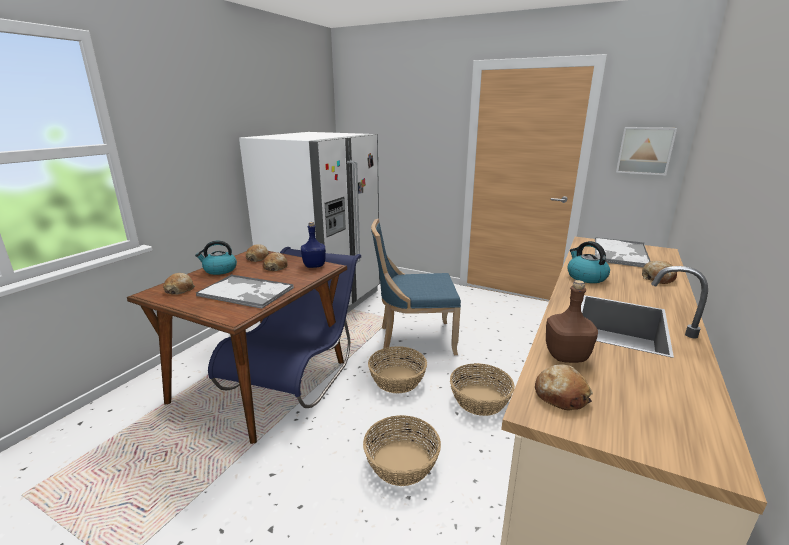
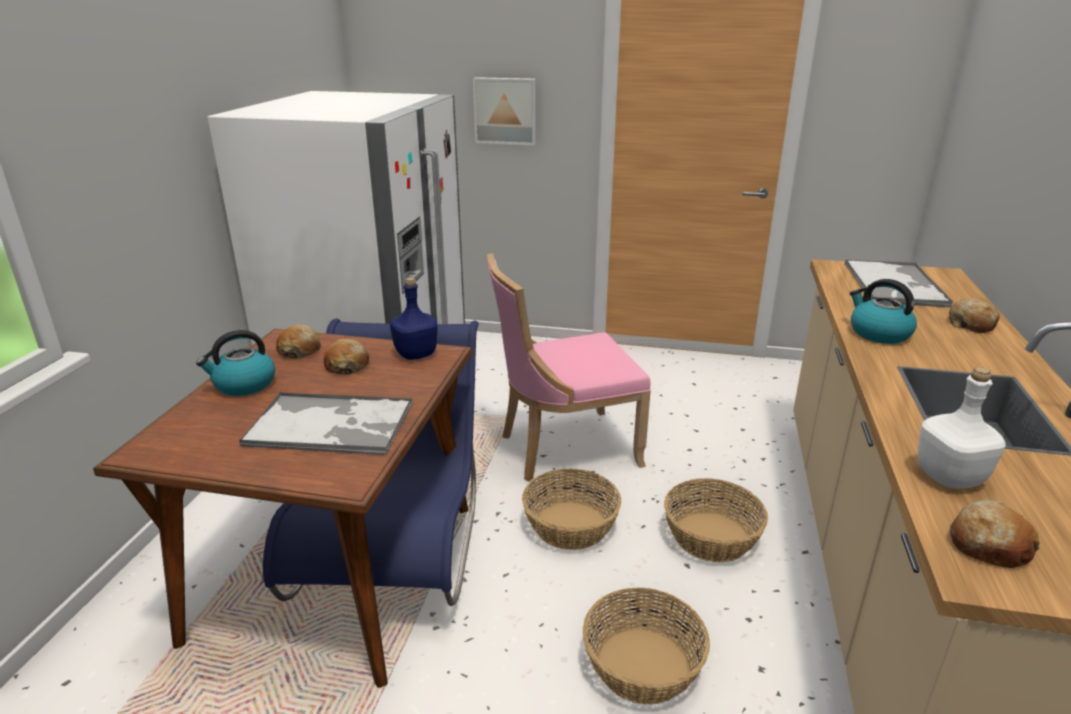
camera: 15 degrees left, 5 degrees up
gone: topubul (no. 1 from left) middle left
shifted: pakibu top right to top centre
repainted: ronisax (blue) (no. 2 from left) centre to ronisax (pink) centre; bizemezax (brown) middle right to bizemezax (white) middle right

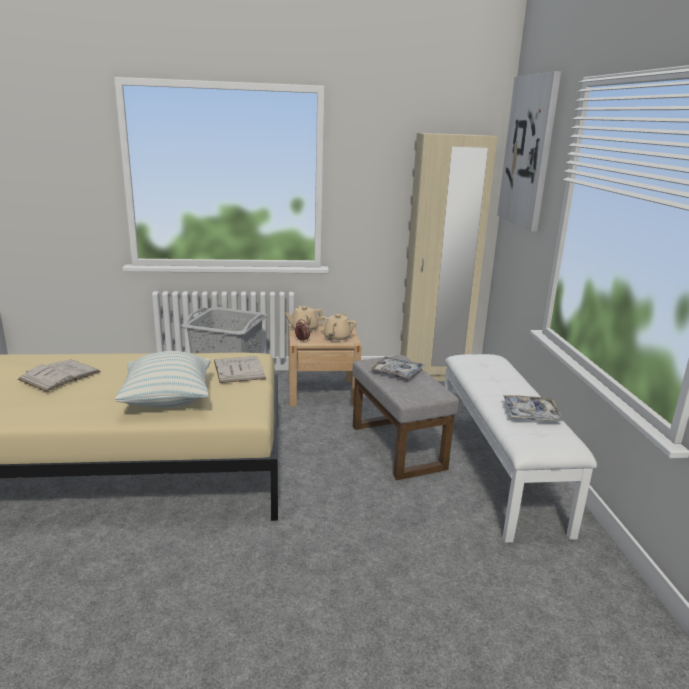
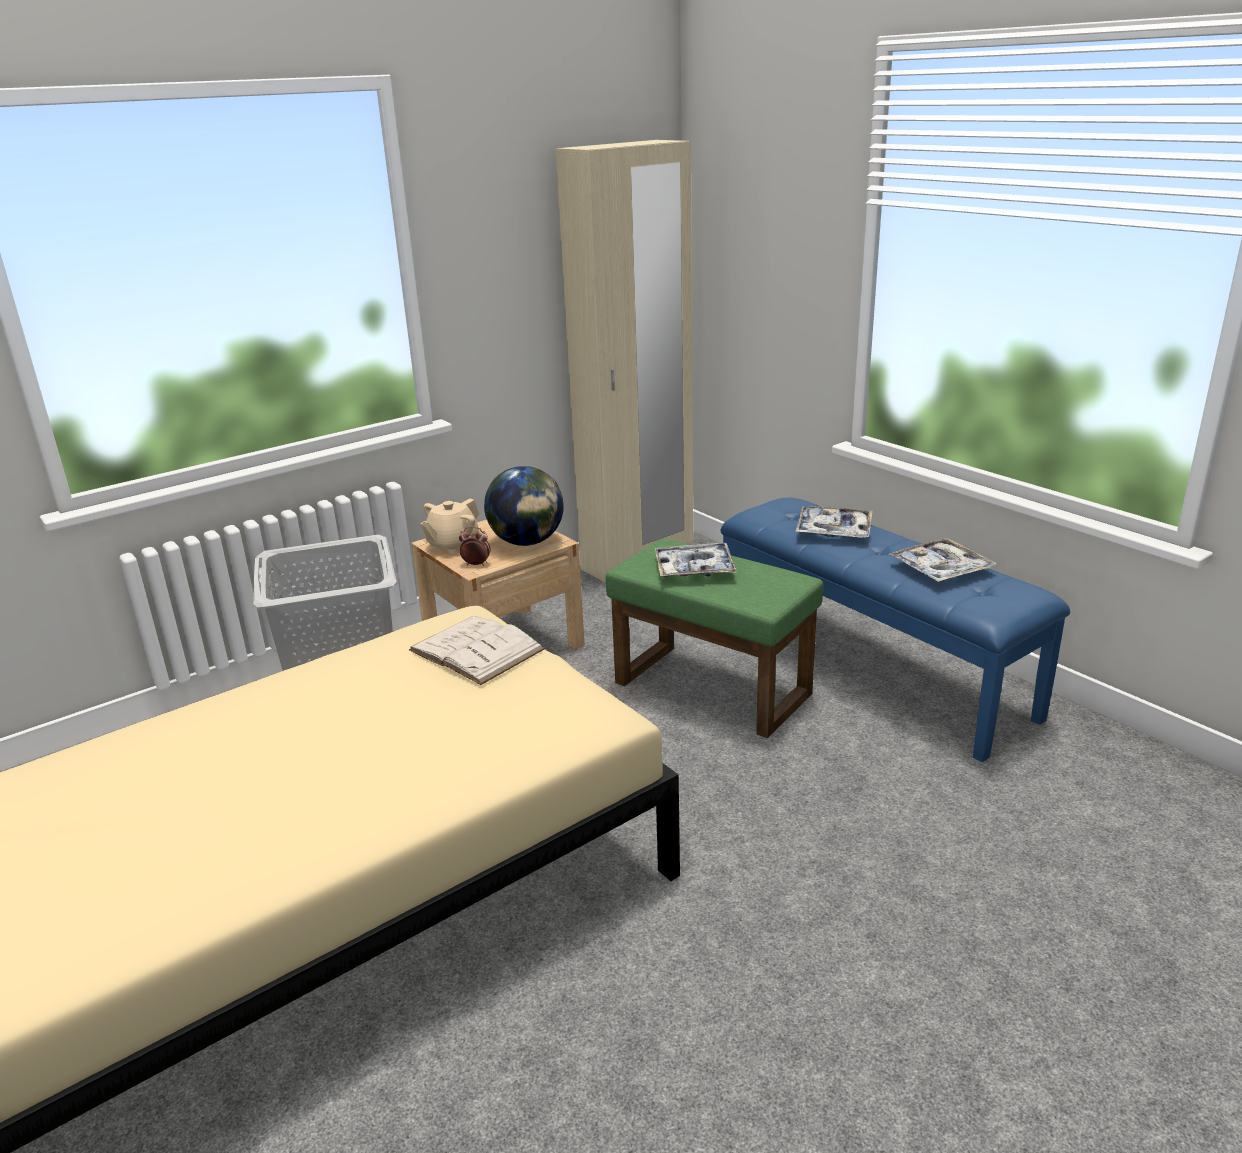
camera: 30 degrees left, 5 degrees up
gone: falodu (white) (no. 1 from left) middle left; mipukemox middle left; pakibu top right
new: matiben (no. 2 from left) middle right
swapped: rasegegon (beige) (no. 2 from left) centre to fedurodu centre
repainted: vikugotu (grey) centre to vikugotu (green) centre; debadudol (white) middle right to debadudol (blue) middle right

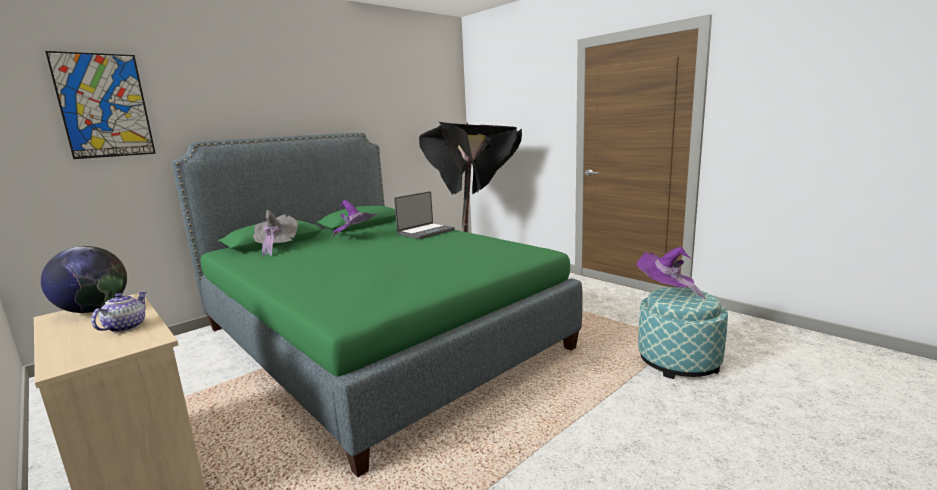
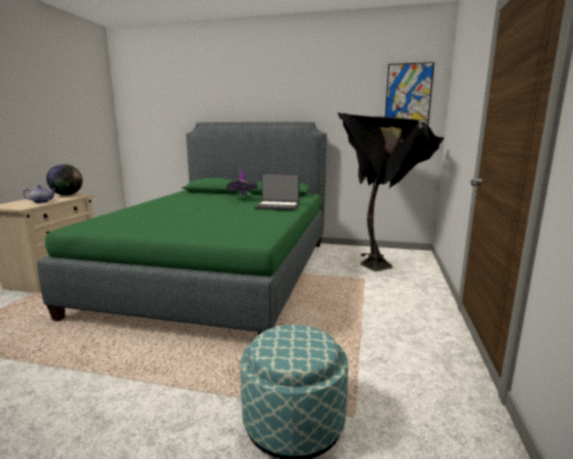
camera: 55 degrees right, 0 degrees up
gone: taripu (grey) middle left; taripu (purple) (no. 2 from left) middle right
shifted: pakibu top left to top right

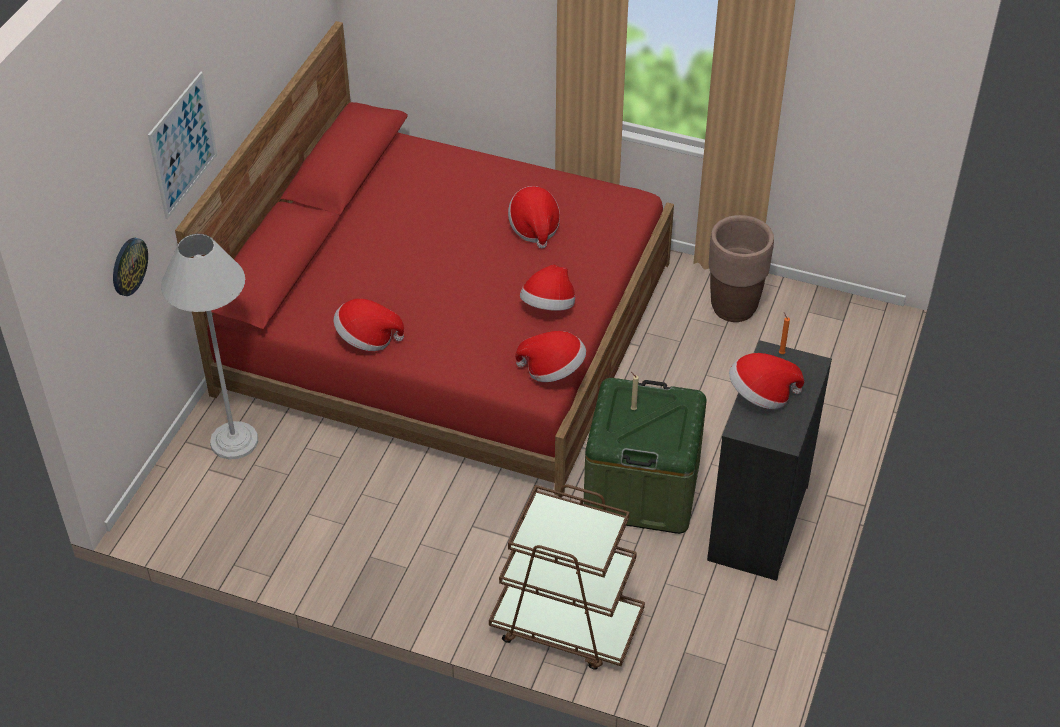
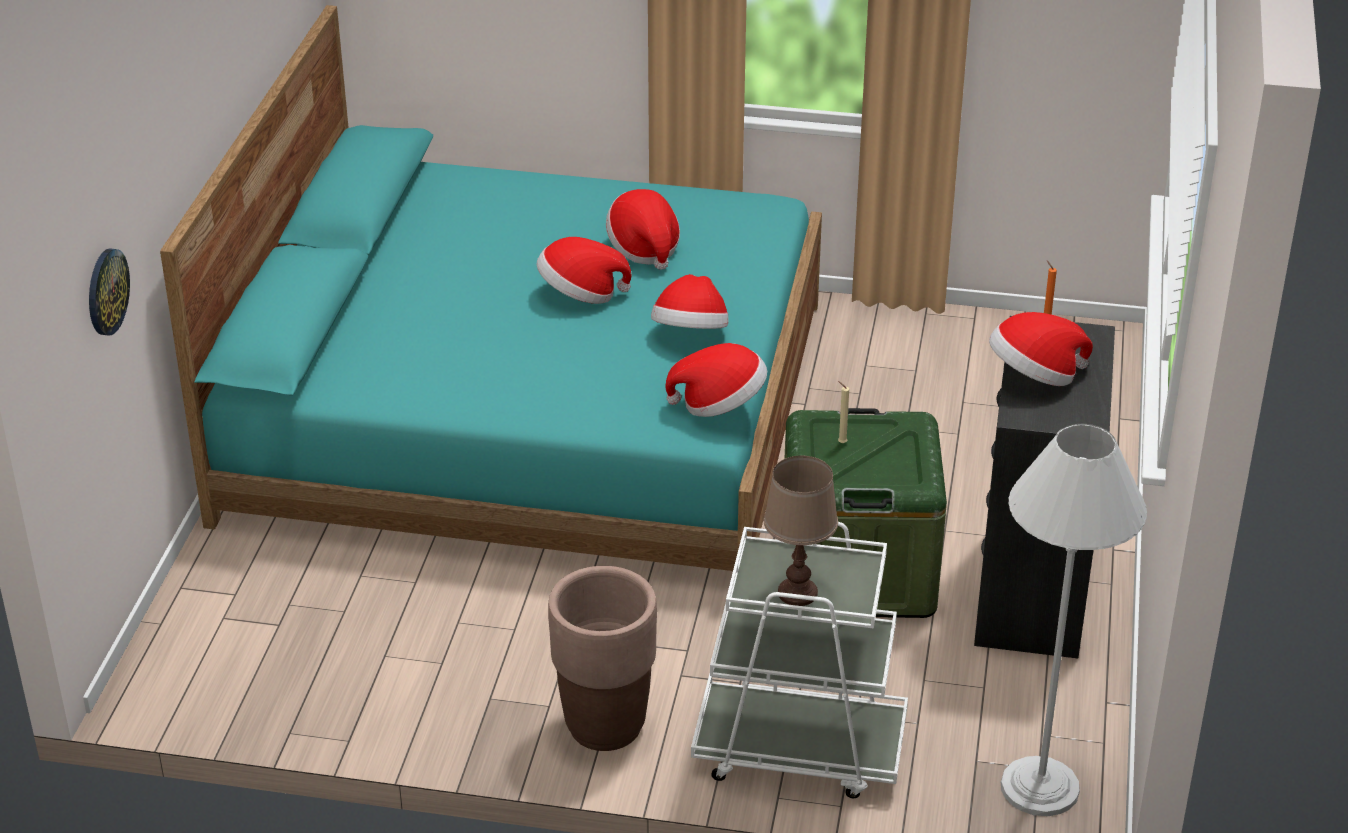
camera: 10 degrees left, 10 degrees down
gone: pakibu top left
new: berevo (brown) centre
shifted: taripu (no. 1 from left) centre to top centre; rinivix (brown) middle right to bottom centre; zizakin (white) middle left to bottom right
repainted: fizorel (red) centre to fizorel (turquoise) centre; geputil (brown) bottom centre to geputil (white) bottom centre

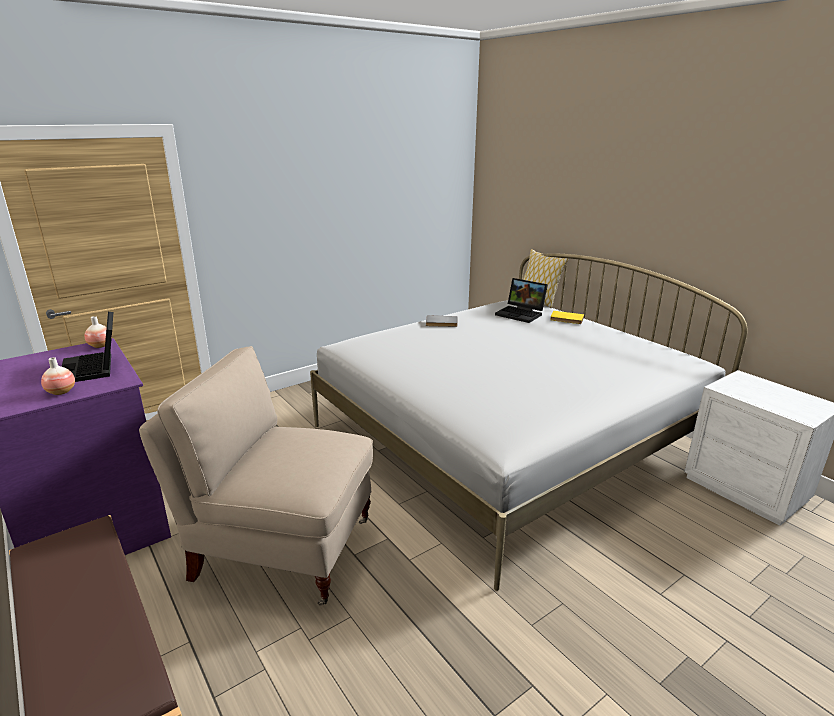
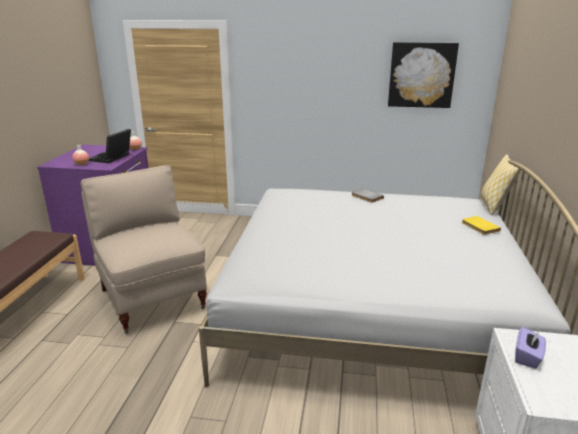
camera: 45 degrees right, 0 degrees up
gone: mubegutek (no. 2 from left) centre
new: pakibu top right; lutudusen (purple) bottom right

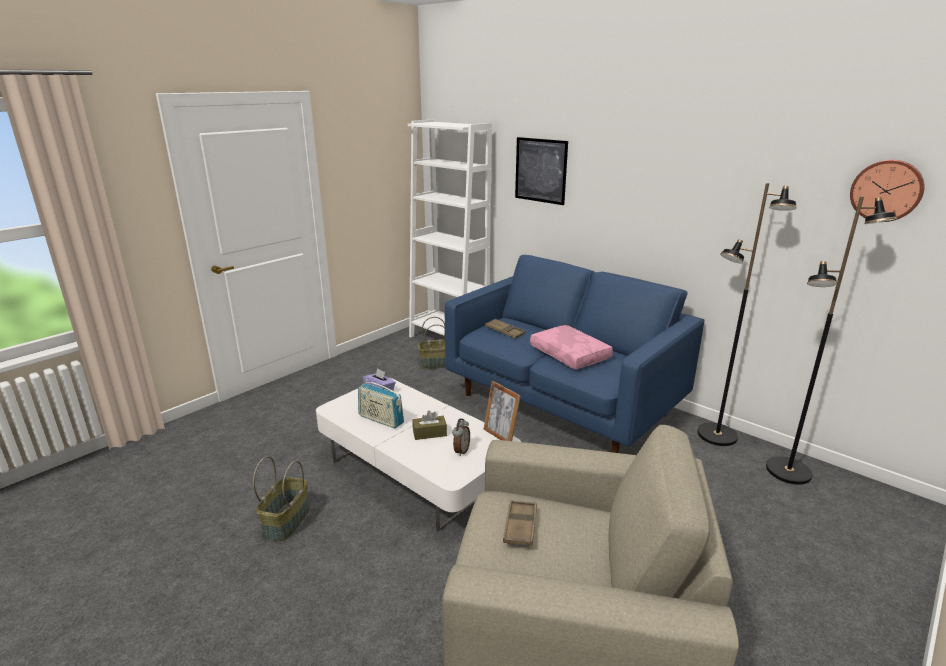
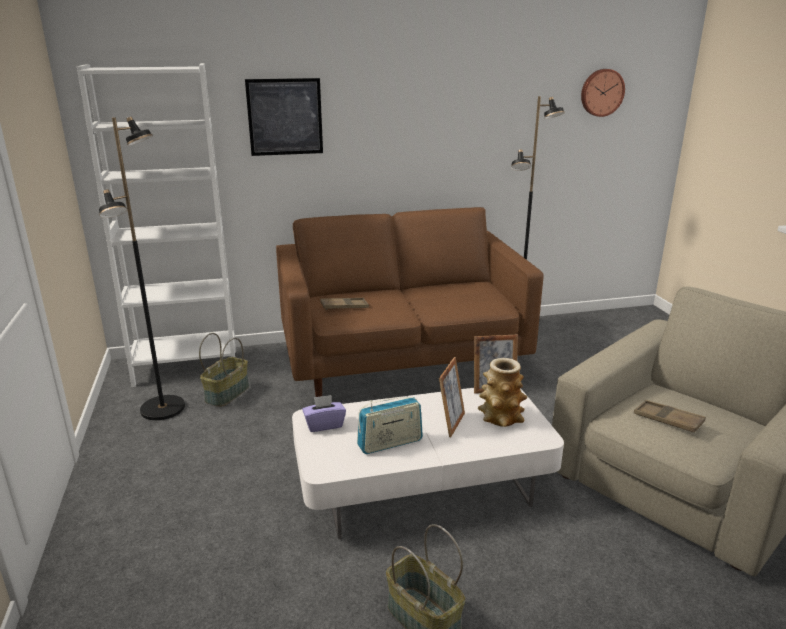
camera: 55 degrees left, 0 degrees up
gone: mipukemox (pink) centre
shifted: zizakin (black) (no. 2 from left in the first image) middle right to zizakin (black) (no. 1 from left) middle left
swapped: lutudusen (brown) centre to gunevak (no. 1 from left) centre; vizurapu centre to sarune centre
repainted: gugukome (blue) centre to gugukome (brown) centre

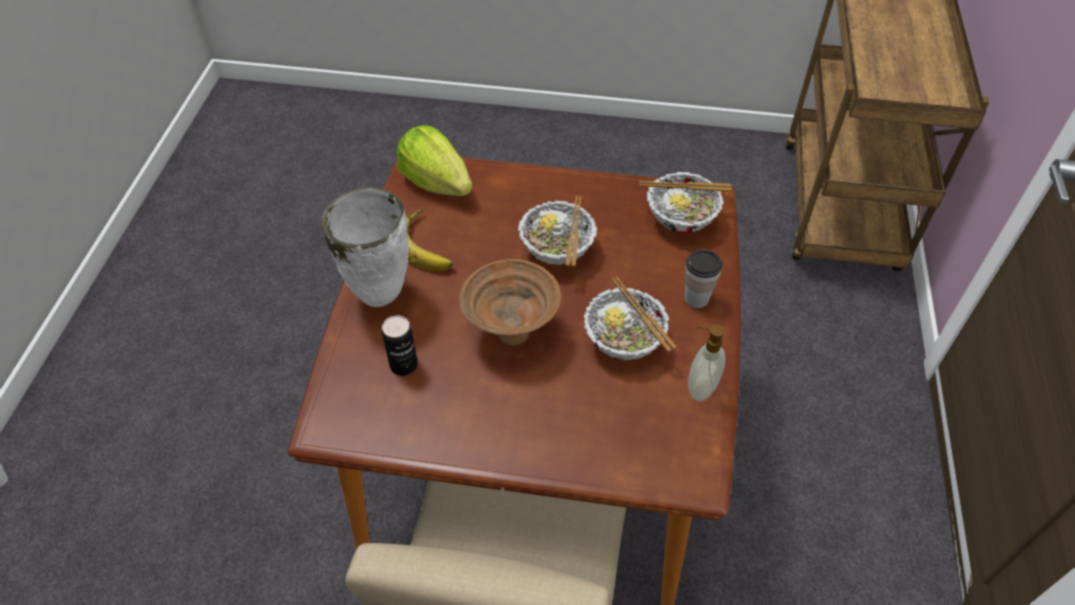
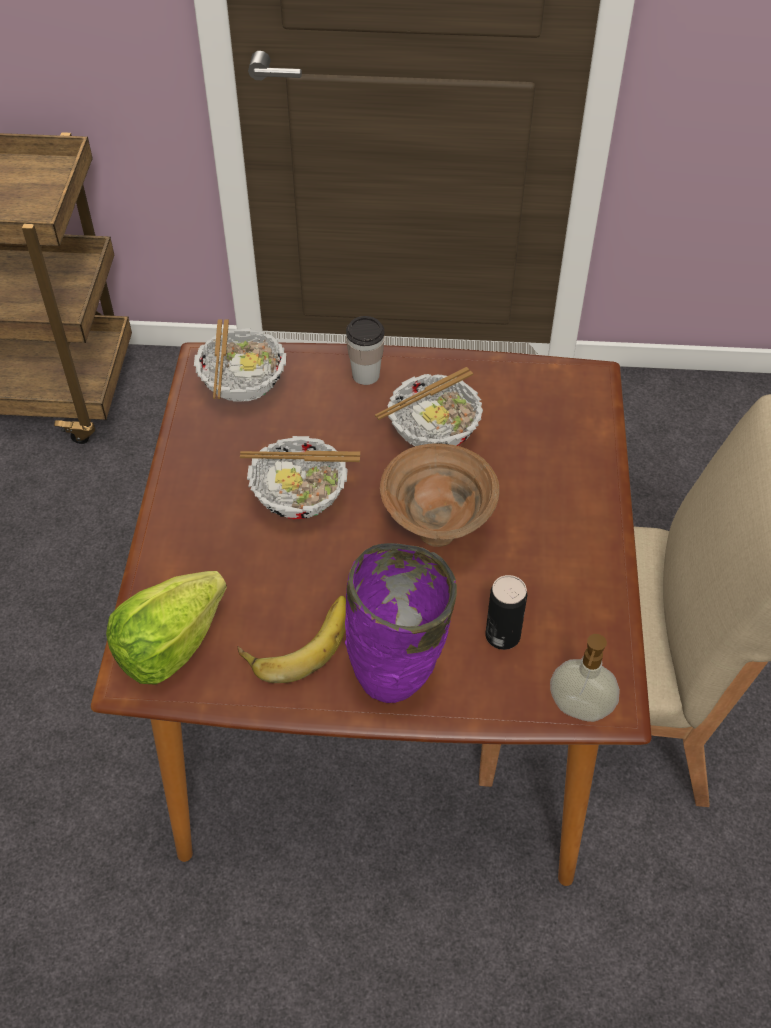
camera: 95 degrees left, 0 degrees up
shifted: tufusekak centre to middle right
repainted: sarune (white) centre to sarune (purple) centre

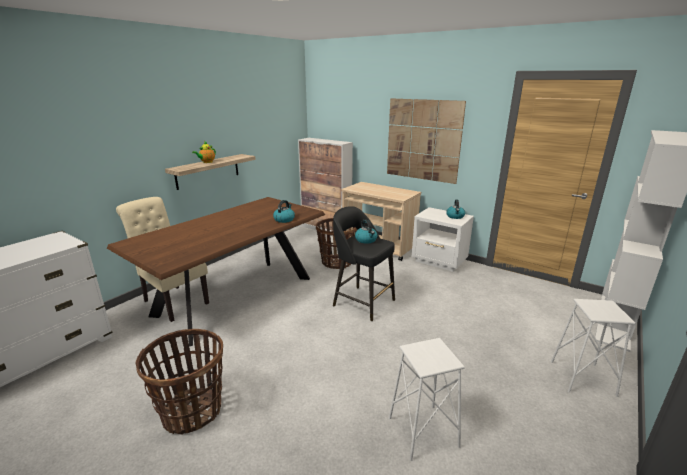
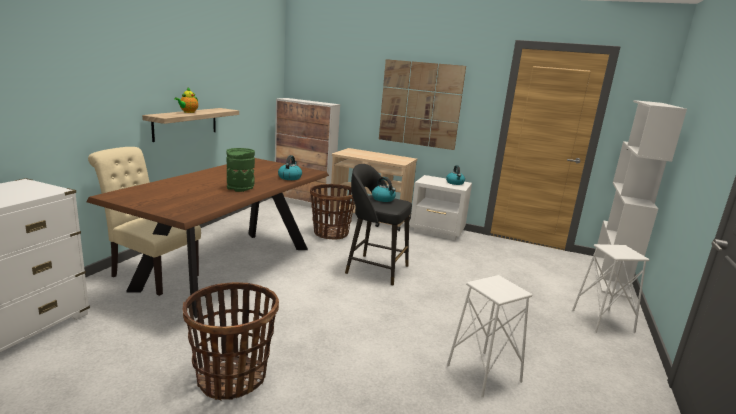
camera: 15 degrees left, 5 degrees down
new: sarune (green) middle left

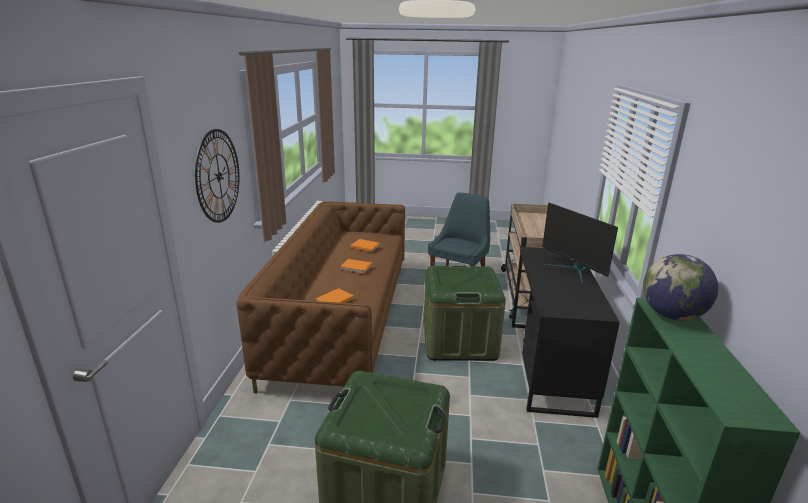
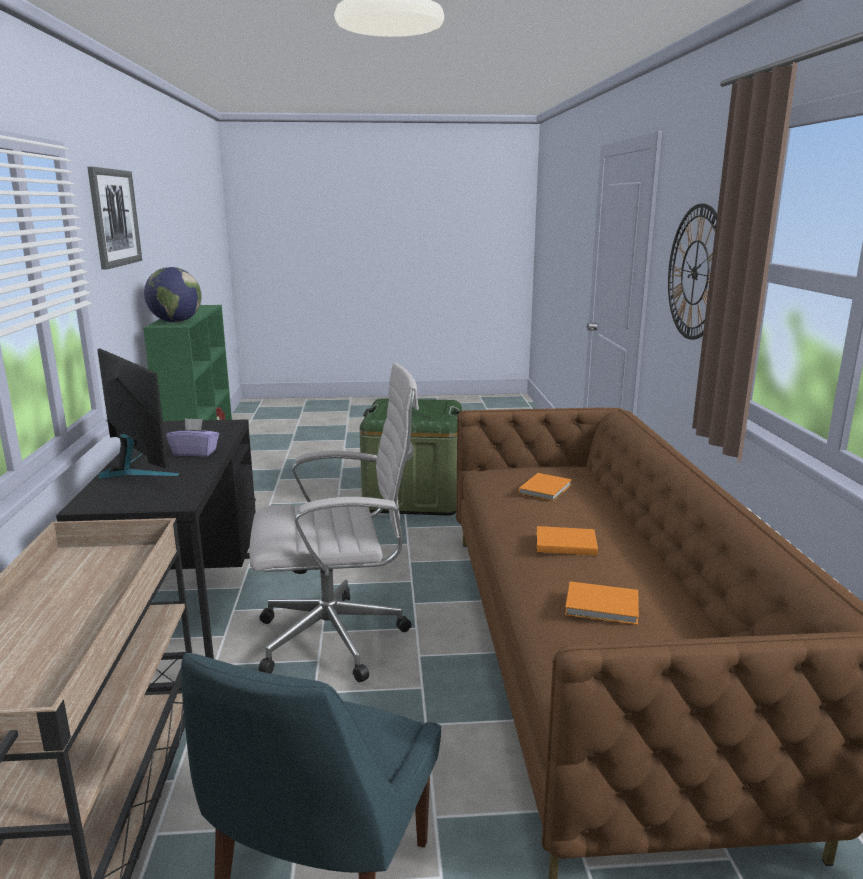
camera: 170 degrees right, 5 degrees down
new: pakibu top left; lutudusen (purple) middle left
swapped: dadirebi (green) (no. 2 from left) centre to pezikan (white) centre

